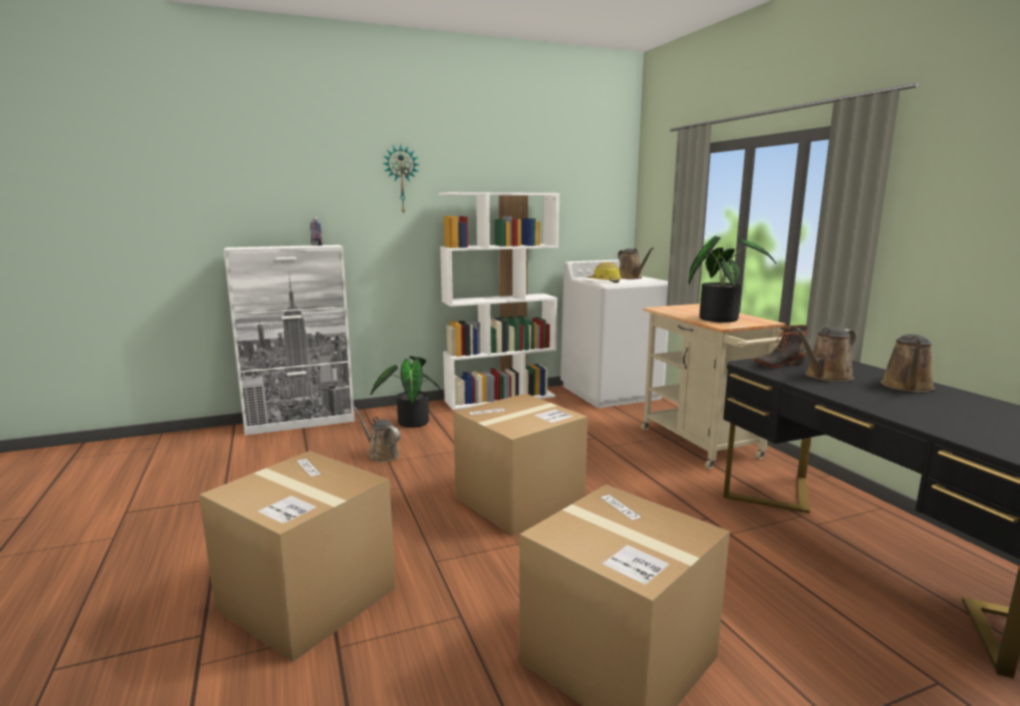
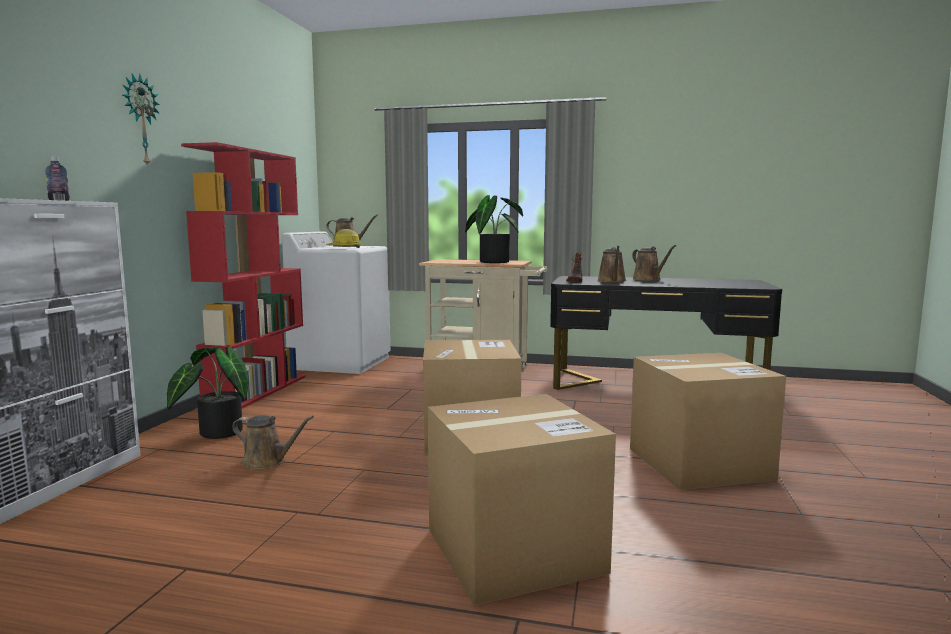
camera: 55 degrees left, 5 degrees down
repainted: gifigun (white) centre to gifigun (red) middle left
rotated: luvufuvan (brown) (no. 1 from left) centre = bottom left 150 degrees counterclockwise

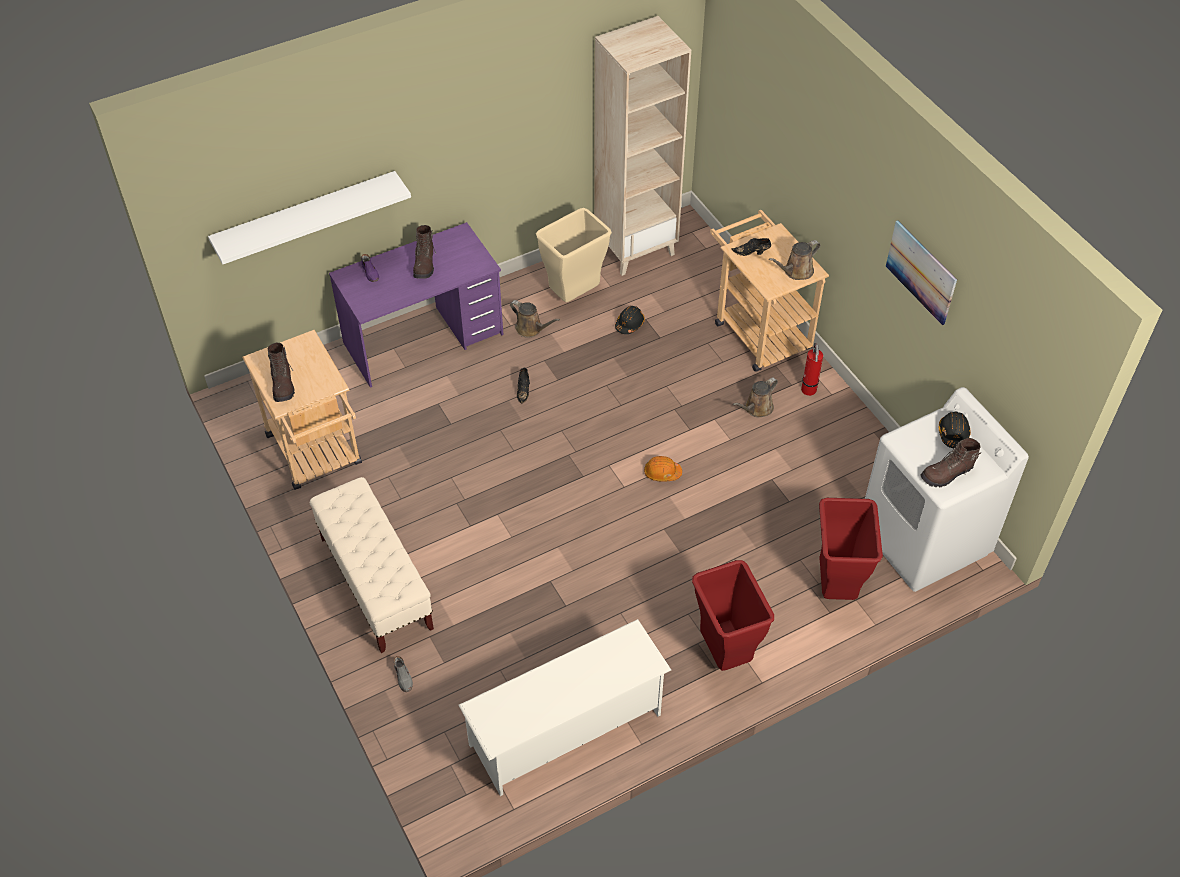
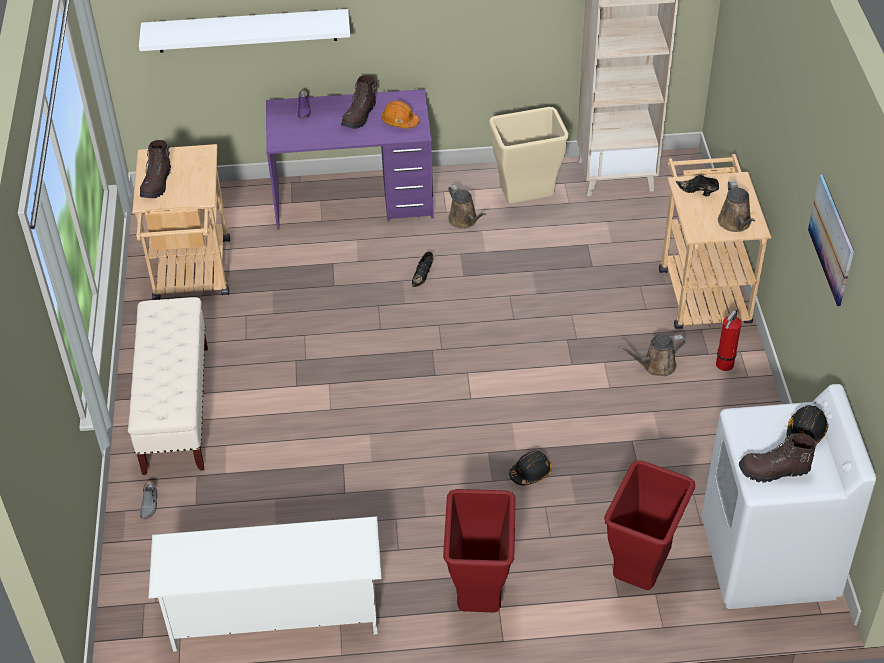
camera: 25 degrees right, 5 degrees down
shifted: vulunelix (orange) centre to top centre; vulunelix (black) (no. 1 from left) centre to bottom centre
rotated: luvufuvan (brown) (no. 3 from left) top right = top right 90 degrees counterclockwise

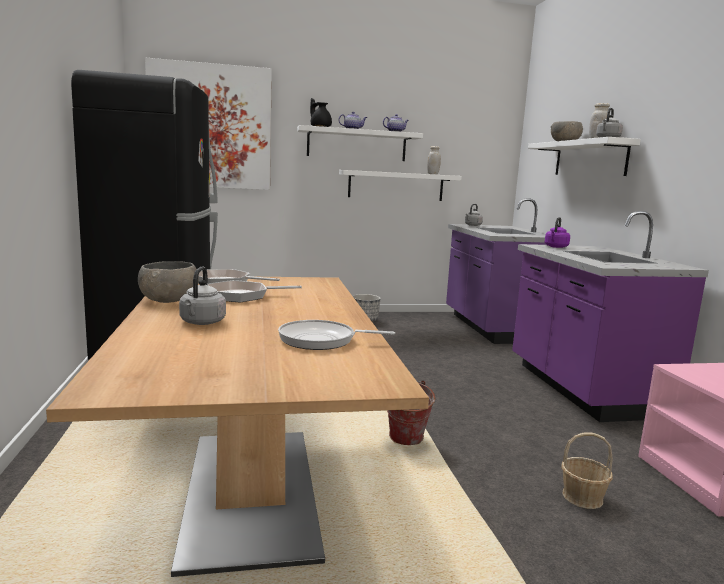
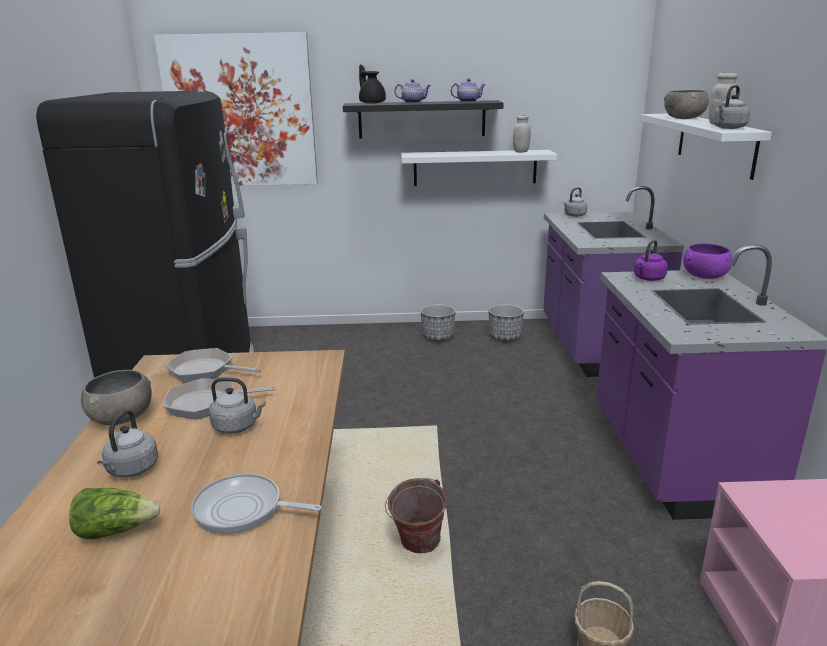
camera: 10 degrees right, 10 degrees up
new: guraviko bottom left; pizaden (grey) (no. 2 from left) middle left; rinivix (no. 2 from left) centre; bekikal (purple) middle right
repainted: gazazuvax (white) (no. 1 from left) top centre to gazazuvax (black) top centre

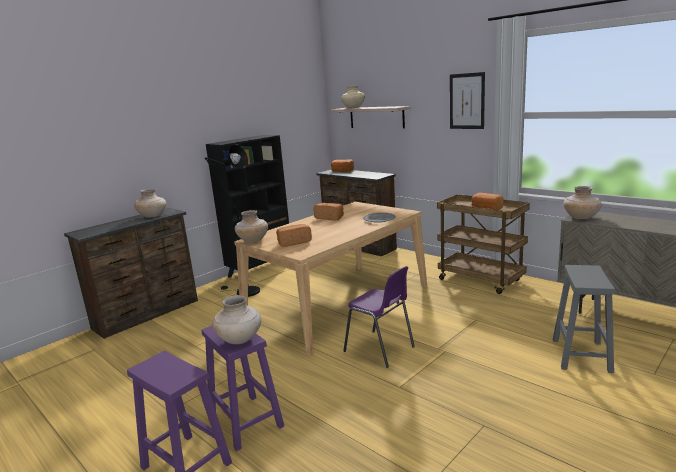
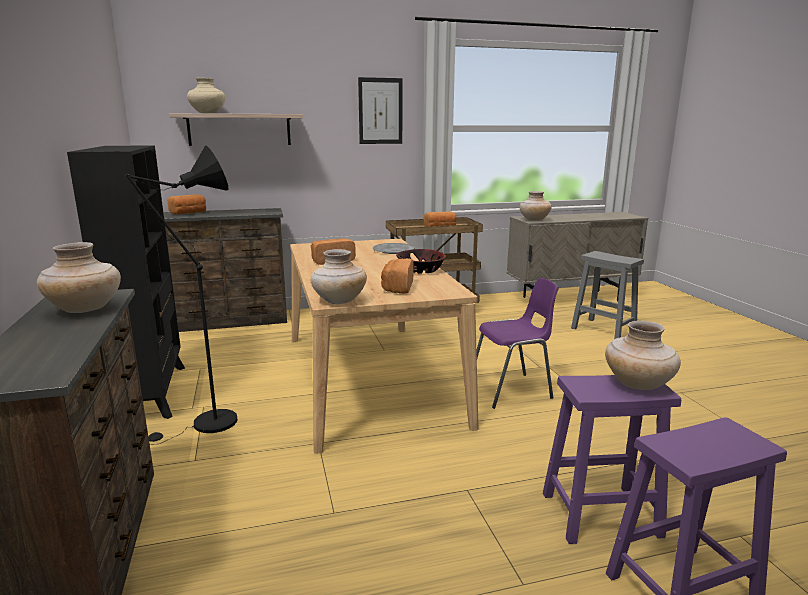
camera: 60 degrees left, 0 degrees up
new: bekikal centre

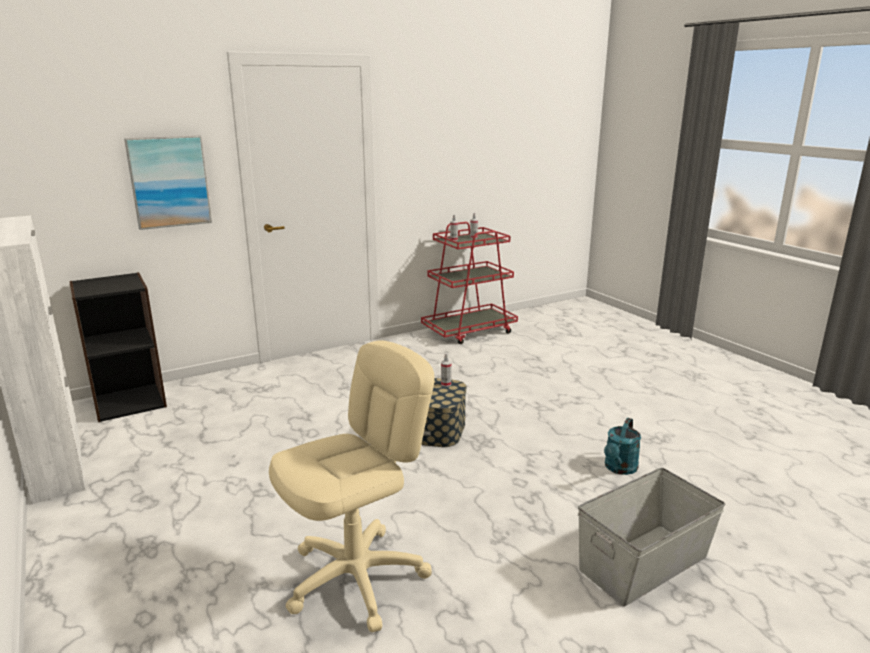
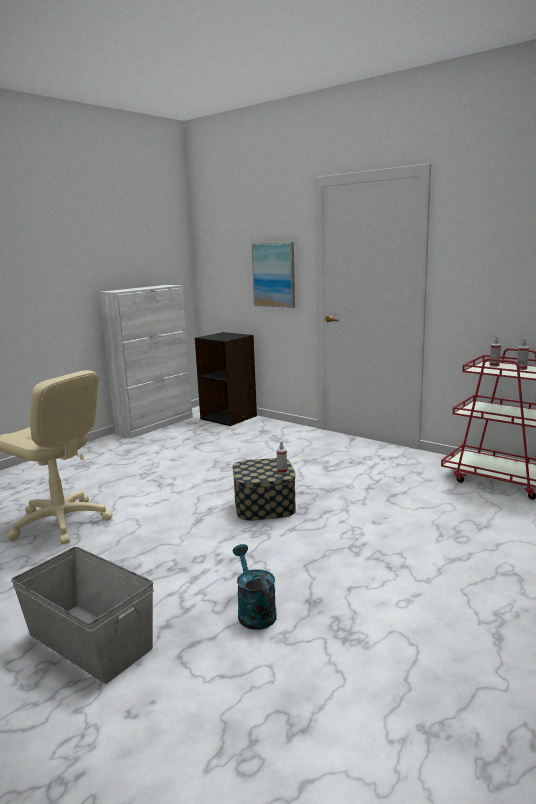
camera: 70 degrees right, 5 degrees down
rotated: luvufuvan (turquoise) bottom right = bottom centre 60 degrees clockwise

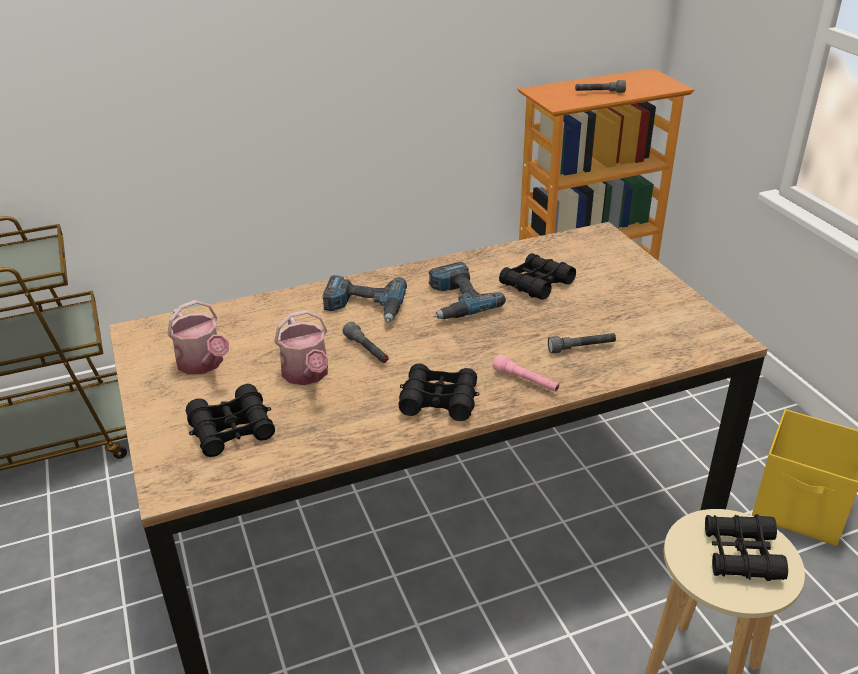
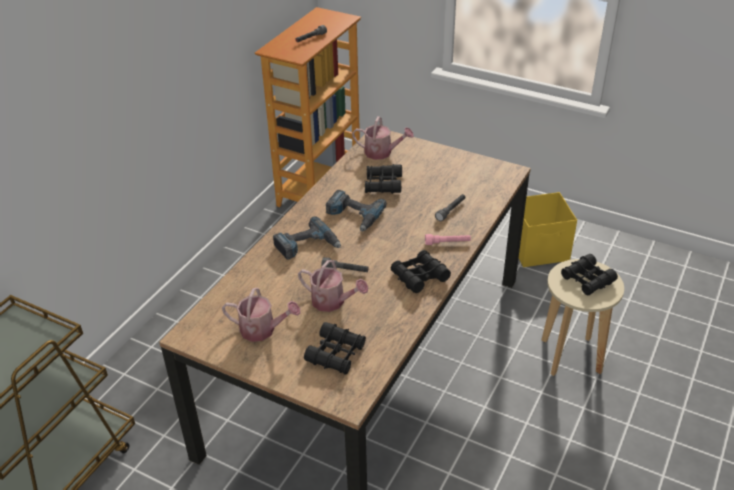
camera: 40 degrees left, 5 degrees up
new: luvufuvan (no. 3 from left) top centre

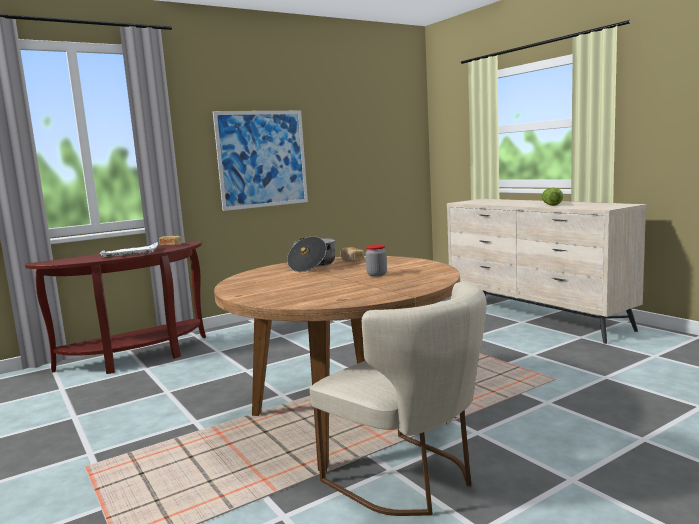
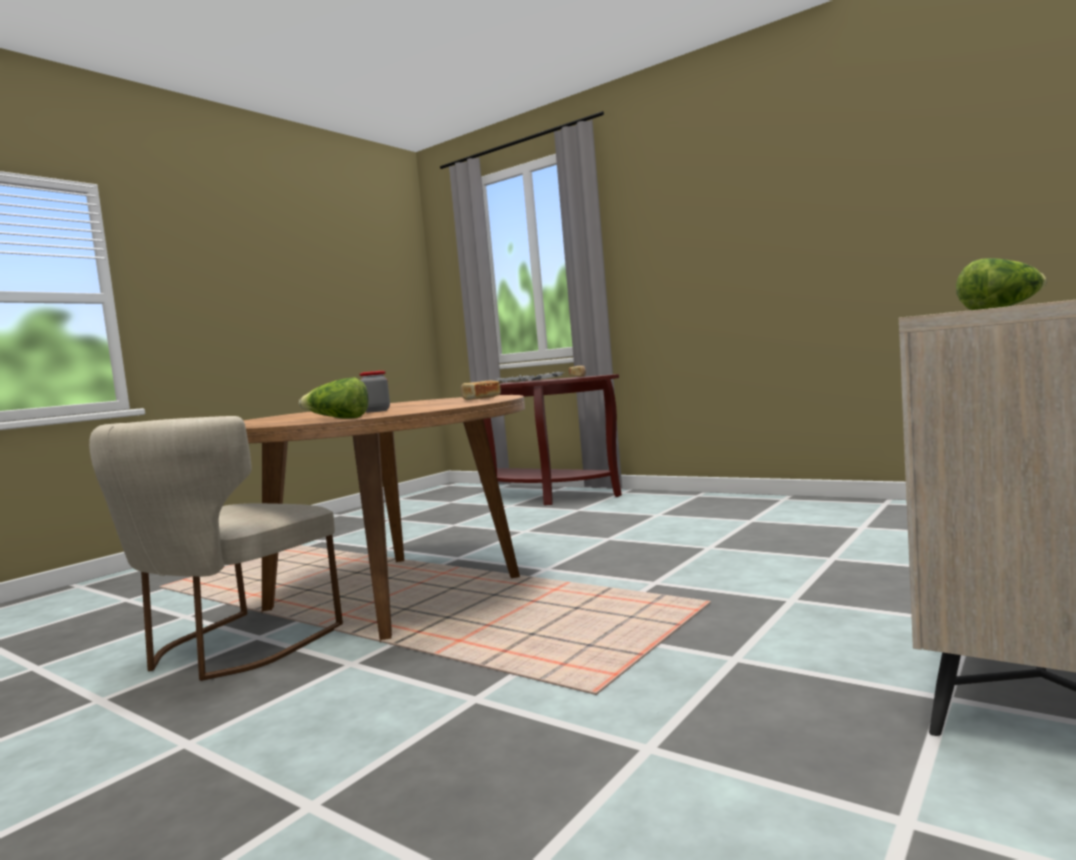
camera: 70 degrees right, 5 degrees down
gone: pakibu top centre; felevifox centre
new: guraviko (no. 1 from left) middle left

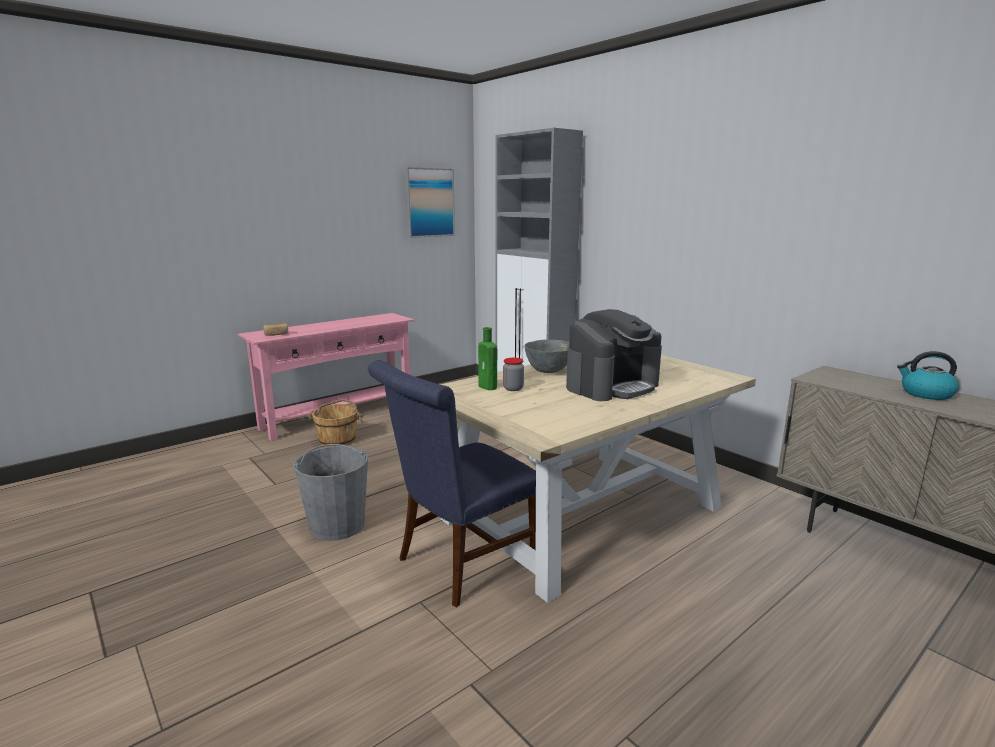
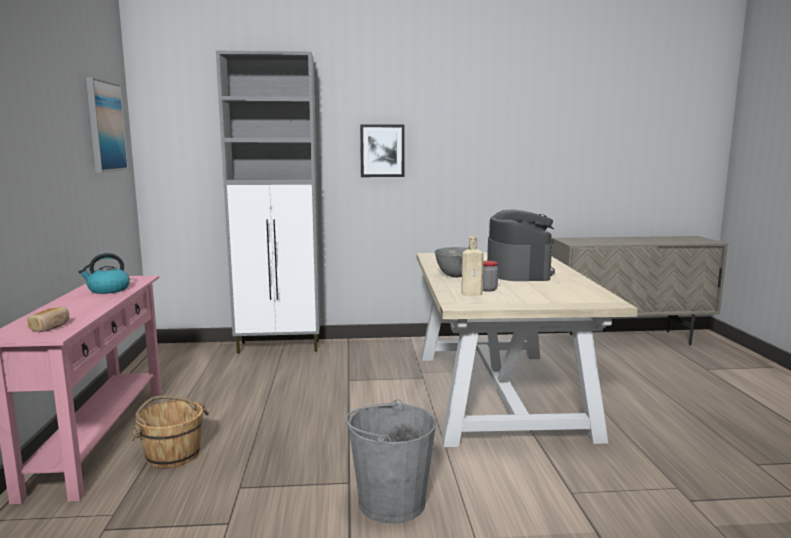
camera: 55 degrees left, 5 degrees down
gone: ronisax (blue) centre
new: pakibu (no. 2 from left) top centre
shifted: pizaden middle right to middle left
repainted: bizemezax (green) centre to bizemezax (beige) centre

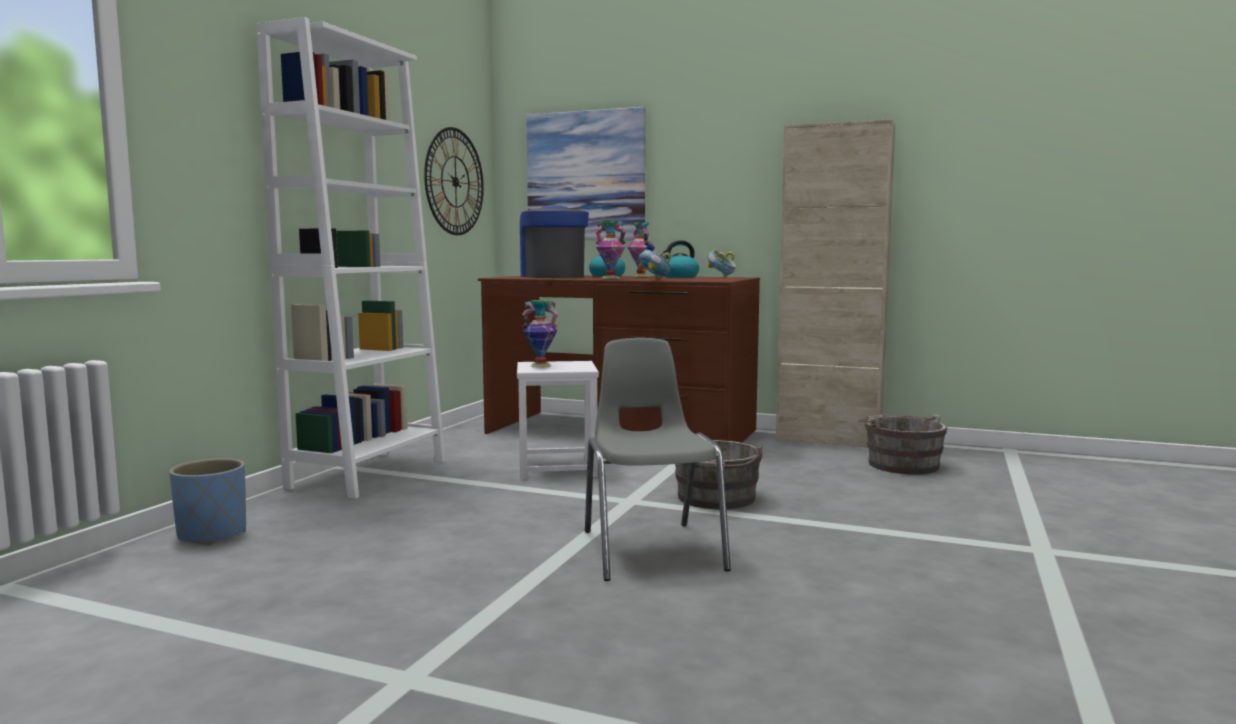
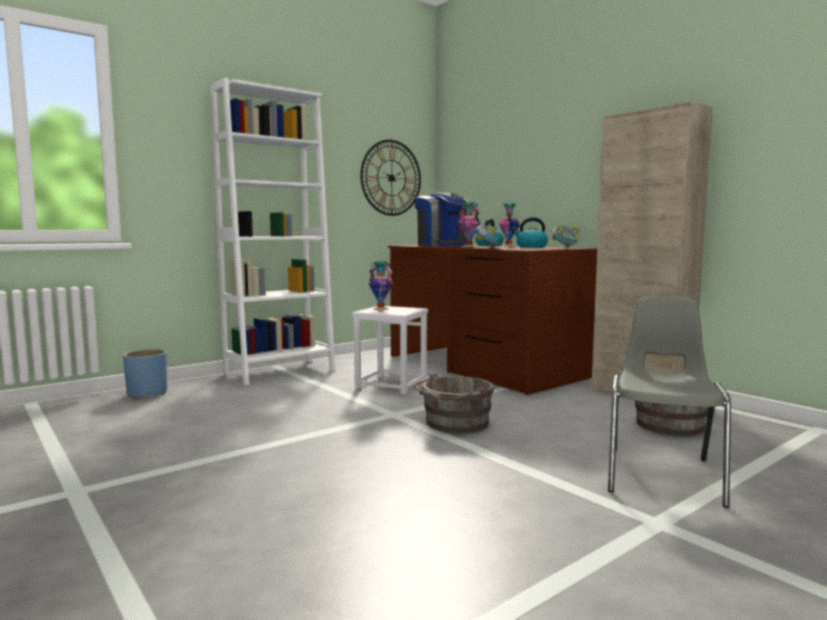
camera: 30 degrees right, 0 degrees up
gone: pakibu top centre
shifted: ronisax (grey) centre to middle right
rotated: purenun top centre = centre 135 degrees clockwise

